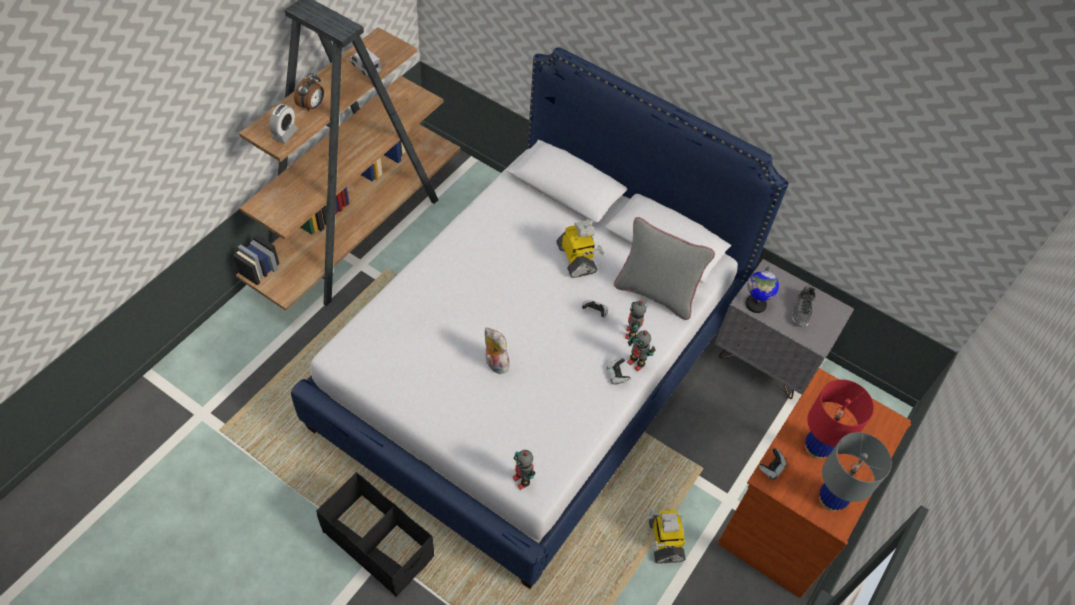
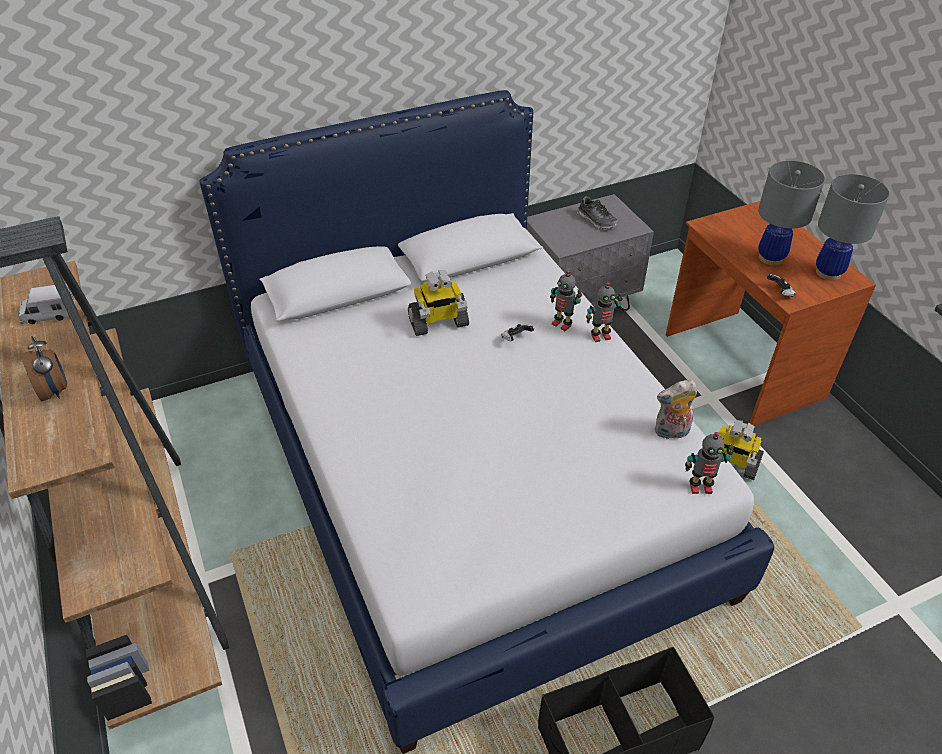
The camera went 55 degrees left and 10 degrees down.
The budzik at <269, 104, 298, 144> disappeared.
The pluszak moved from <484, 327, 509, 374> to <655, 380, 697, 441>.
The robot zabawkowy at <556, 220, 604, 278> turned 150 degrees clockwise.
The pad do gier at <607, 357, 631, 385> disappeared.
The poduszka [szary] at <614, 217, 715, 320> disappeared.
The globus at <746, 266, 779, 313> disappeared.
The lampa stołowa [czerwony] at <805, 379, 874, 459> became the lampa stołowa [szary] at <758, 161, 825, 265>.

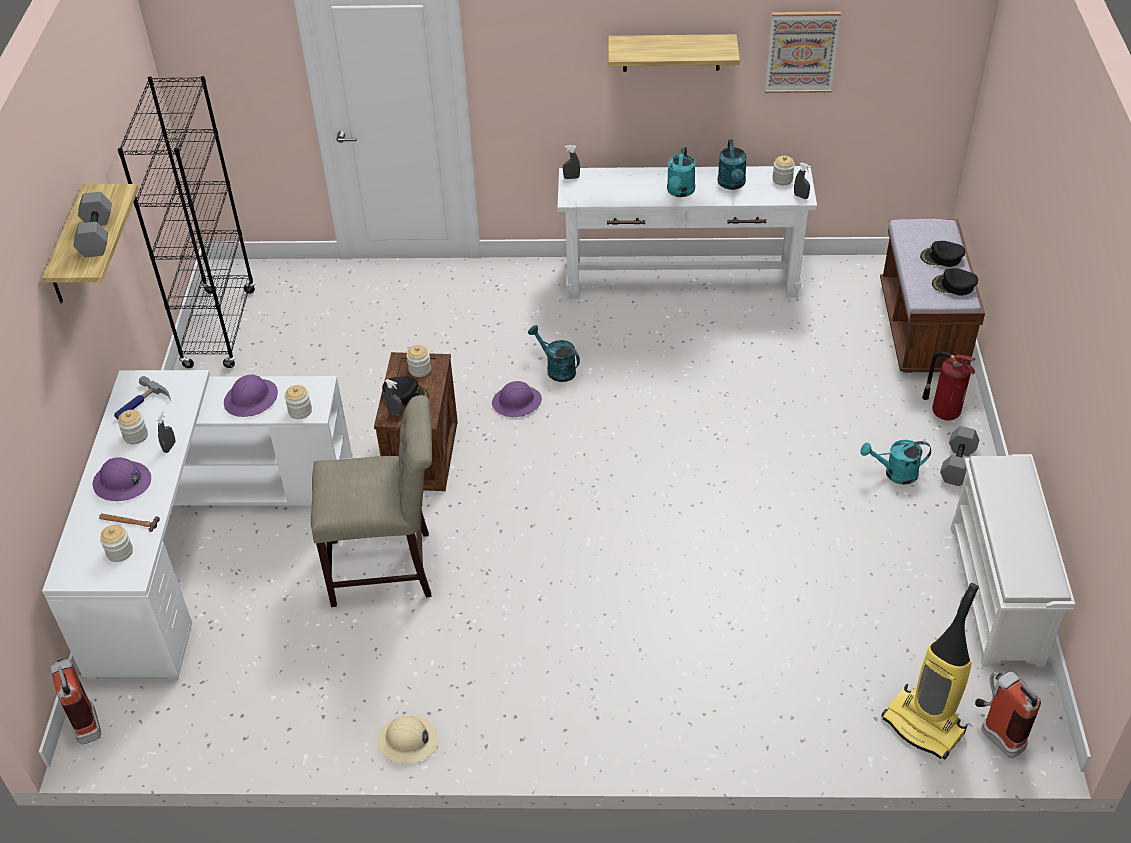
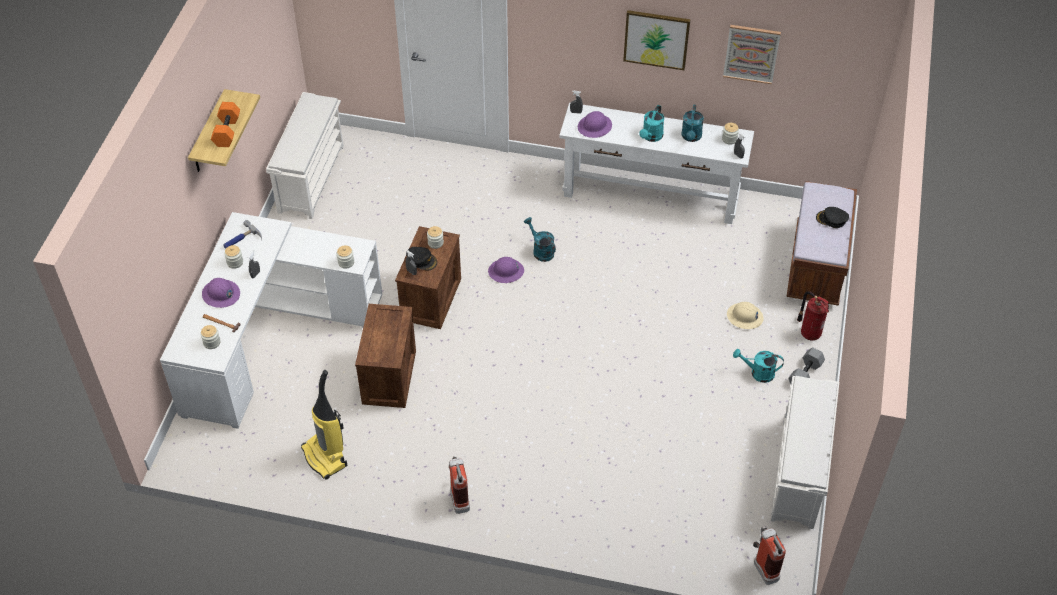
The camera went 10 degrees right and 5 degrees up.
The gaśnica moved from <50, 658, 101, 744> to <449, 456, 470, 514>.
The hantel [szary] at <73, 192, 112, 257> became the hantel [pomarańczowy] at <211, 102, 240, 147>.
The regał [czarny] at <118, 76, 255, 368> was replaced by the regał na buty [biały] at <266, 92, 344, 219>.
The kask [fioletowy] moved from <224, 374, 278, 417> to <578, 111, 612, 138>.
The krzesło [beżowy] at <311, 395, 432, 607> was replaced by the skrzynka at <355, 304, 416, 408>.
The kask [beżowy] moved from <377, 715, 439, 764> to <727, 302, 764, 329>.
The półka at <608, 34, 740, 72> was replaced by the obraz at <623, 10, 690, 70>.
The odkurzacz moved from <881, 583, 979, 760> to <301, 370, 347, 480>.
The czapka z daszkiem [czarny] at <932, 268, 978, 296> disappeared.

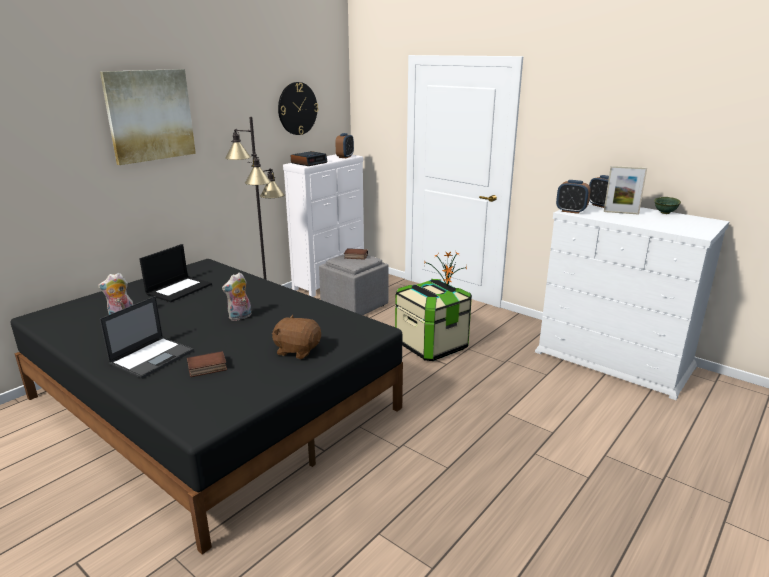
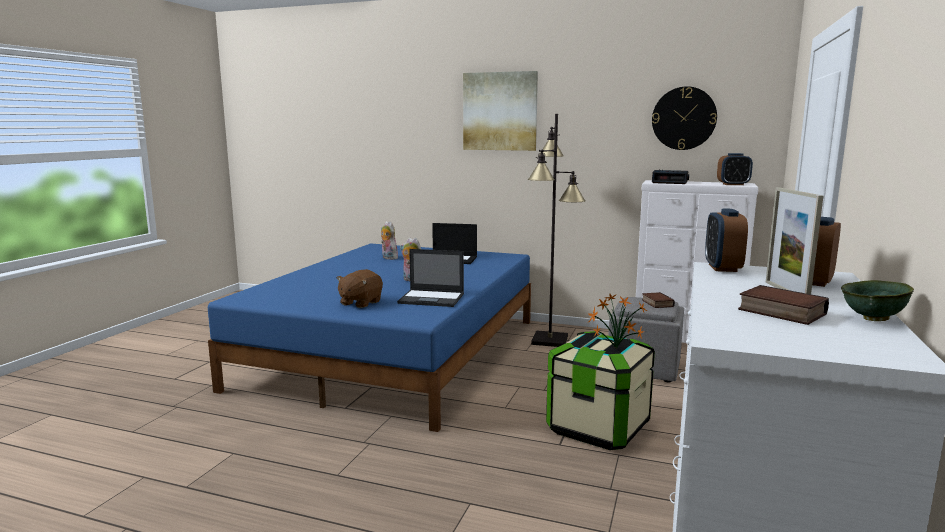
The camera went 70 degrees right and 10 degrees down.
The łóżko [czarny] at <10, 259, 403, 555> became the łóżko [niebieski] at <208, 243, 531, 432>.
The laptop moved from <100, 296, 194, 379> to <397, 249, 464, 307>.
The książka moved from <187, 351, 227, 377> to <738, 285, 829, 325>.
The pluszak [brązowy] at <272, 315, 321, 359> turned 150 degrees counterclockwise.

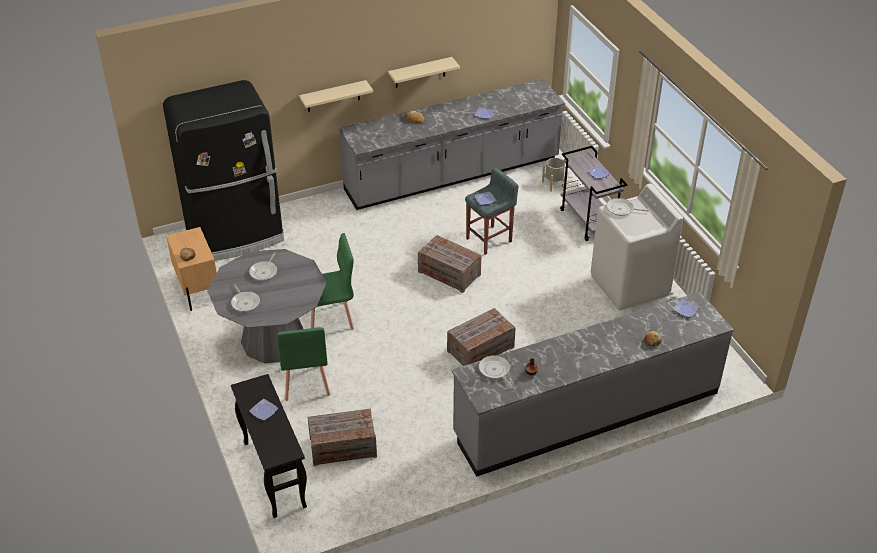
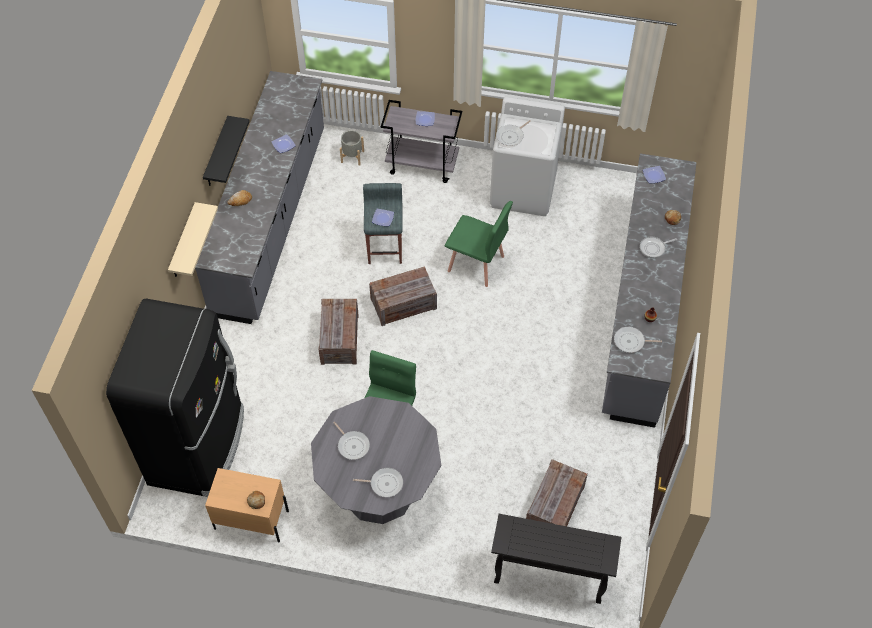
The camera went 55 degrees left and 15 degrees up.
The talerz at <249, 399, 278, 421> disappeared.
The krzesło [zielony] moved from <277, 327, 330, 401> to <444, 201, 513, 287>.
The półka [beżowy] at <388, 57, 460, 88> became the półka [czarny] at <203, 116, 250, 186>.
The skrzynka moved from <447, 308, 516, 366> to <319, 299, 358, 365>.
The patelnia at <640, 237, 677, 258> appeared.

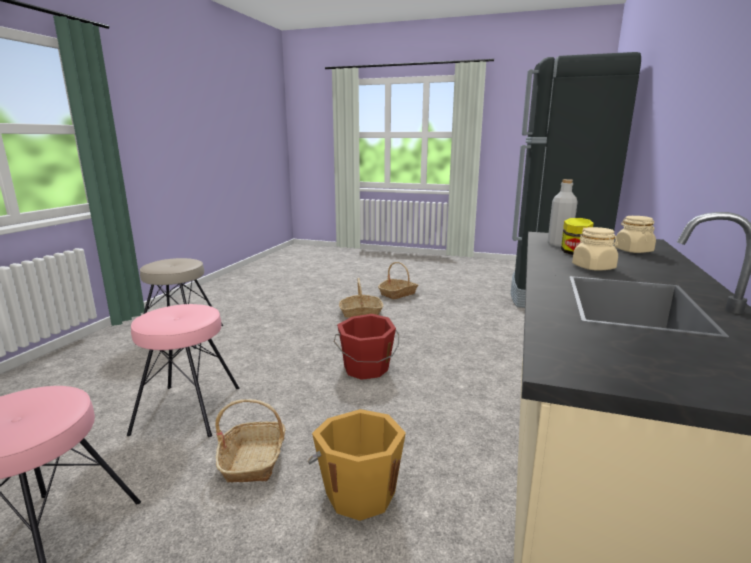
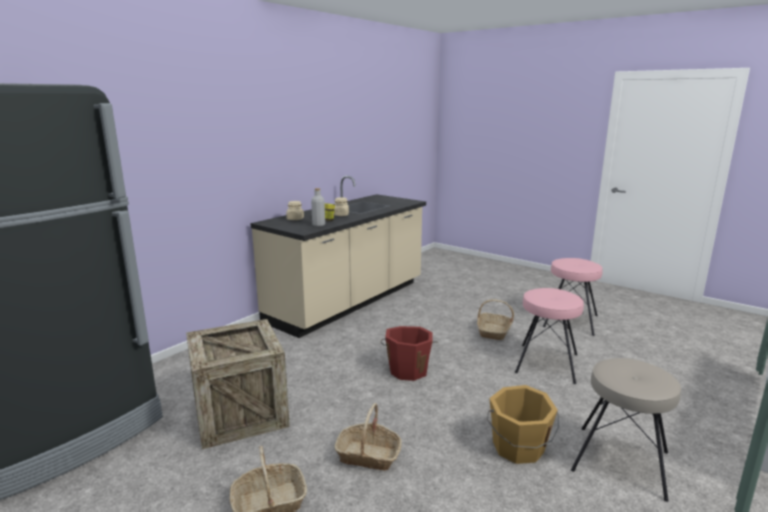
The camera went 160 degrees left and 0 degrees up.
The wiadro [pomarańczowy] moved from <308, 409, 406, 521> to <487, 385, 559, 464>.
The skrzynka at <186, 319, 290, 449> appeared.

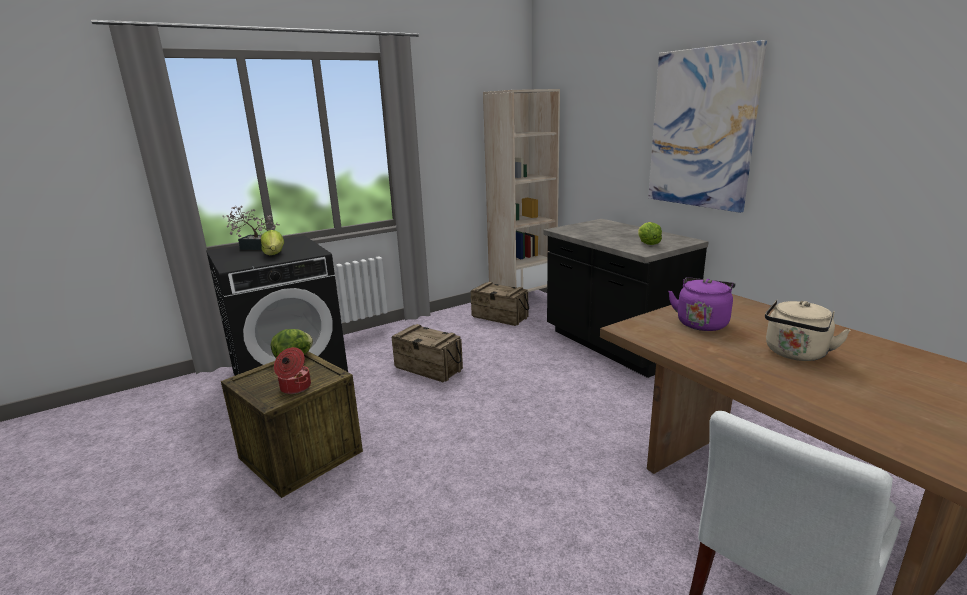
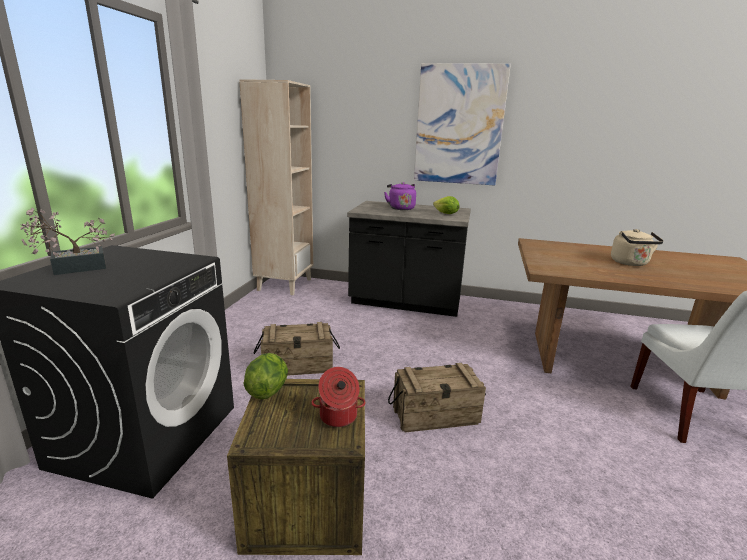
The camera went 45 degrees left and 0 degrees up.
The sałata at <261, 230, 284, 255> disappeared.
The skrzynka moved from <471, 282, 529, 326> to <388, 363, 486, 433>.
The czajnik [fioletowy] moved from <668, 277, 735, 331> to <384, 182, 416, 210>.

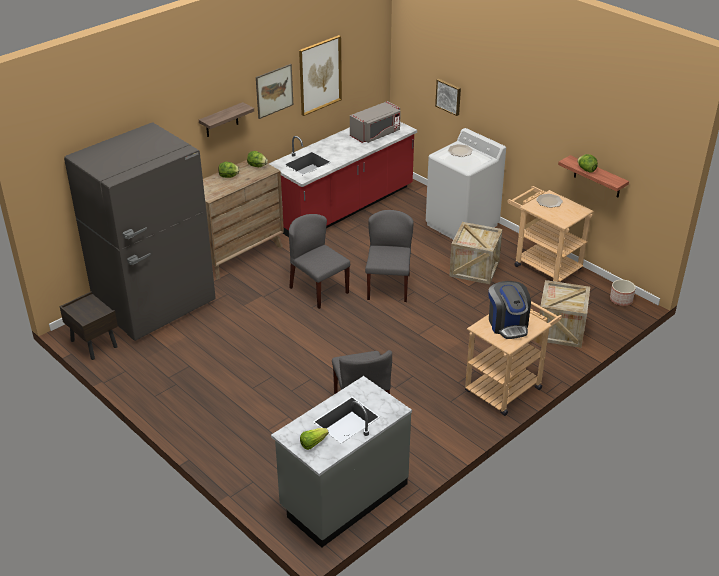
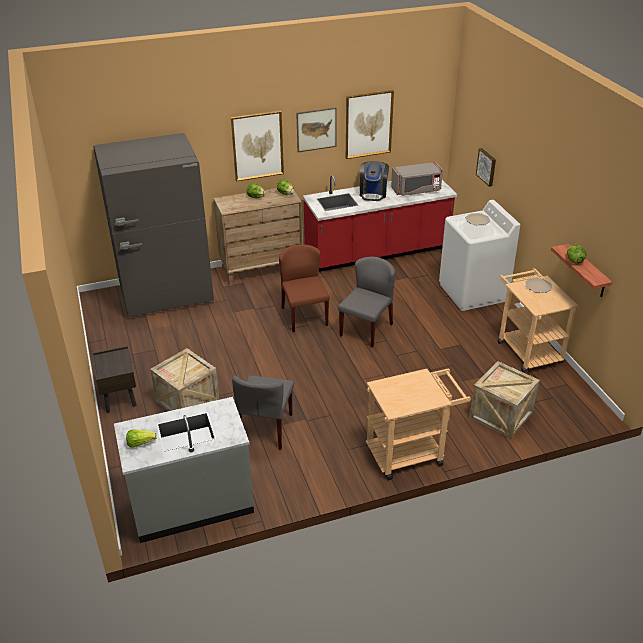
The camera went 25 degrees right and 0 degrees up.
The szafka nocna [brązowy] moved from <59, 292, 118, 360> to <92, 346, 137, 412>.
The półka at <199, 102, 254, 137> was replaced by the obraz at <231, 111, 284, 181>.
The krzesło [szary] at <289, 214, 350, 309> became the krzesło [brązowy] at <279, 244, 330, 332>.
The skrzynka moved from <449, 222, 503, 284> to <150, 348, 219, 411>.
The ekspres do kawy moved from <488, 281, 531, 339> to <360, 161, 389, 201>.
The donica at <610, 279, 636, 306> disappeared.

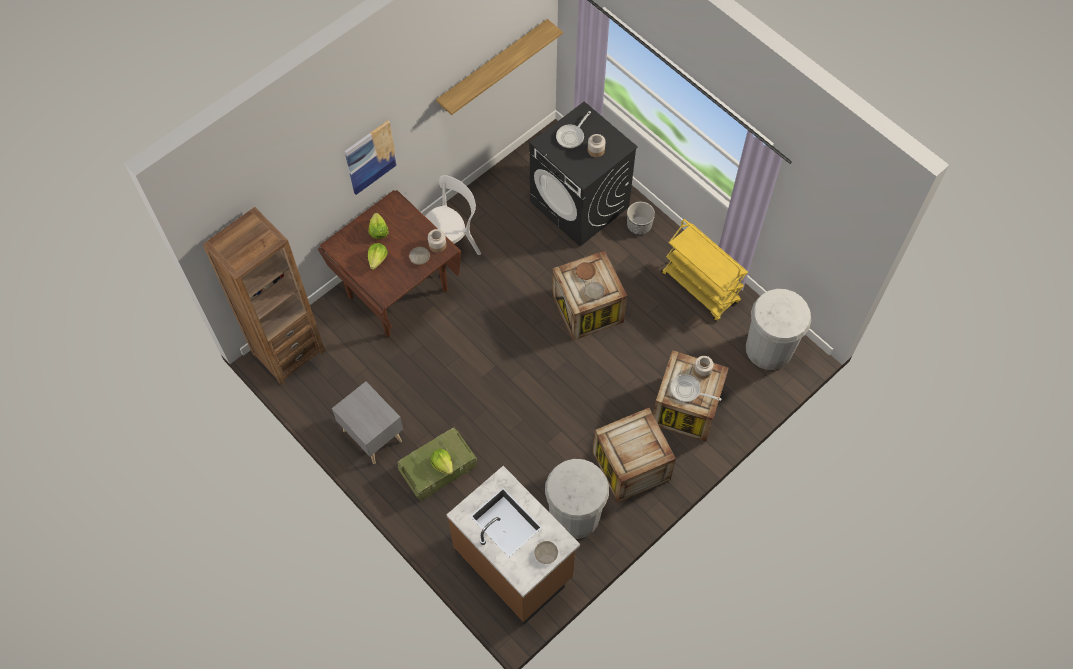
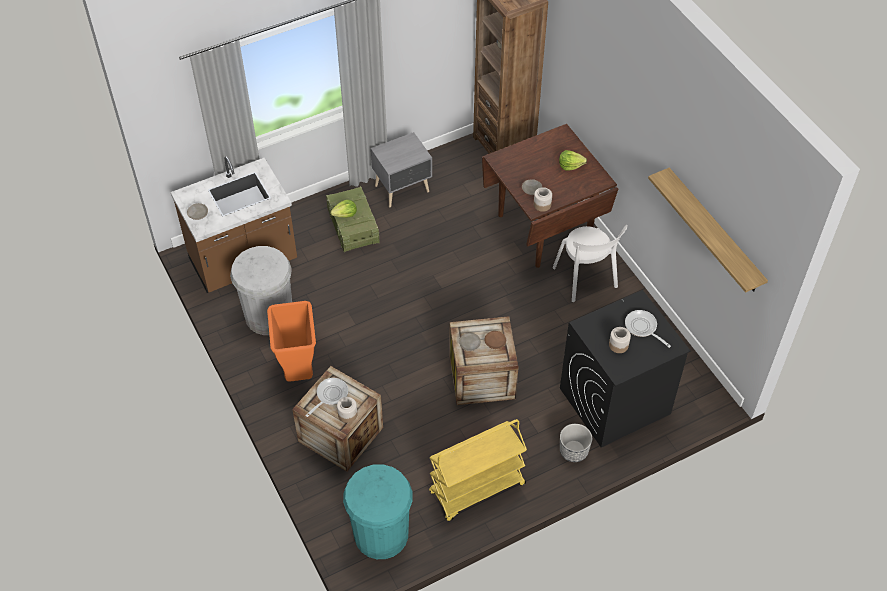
The camera went 105 degrees right and 10 degrees down.
The obraz at <345, 120, 397, 195> disappeared.
The sałata at <368, 243, 388, 270> disappeared.
The skrzynka at <593, 408, 676, 502> was replaced by the kosz na śmieci [pomarańczowy] at <267, 301, 316, 382>.
The kosz na śmieci [biały] at <746, 289, 811, 370> became the kosz na śmieci [turkusowy] at <343, 464, 413, 559>.

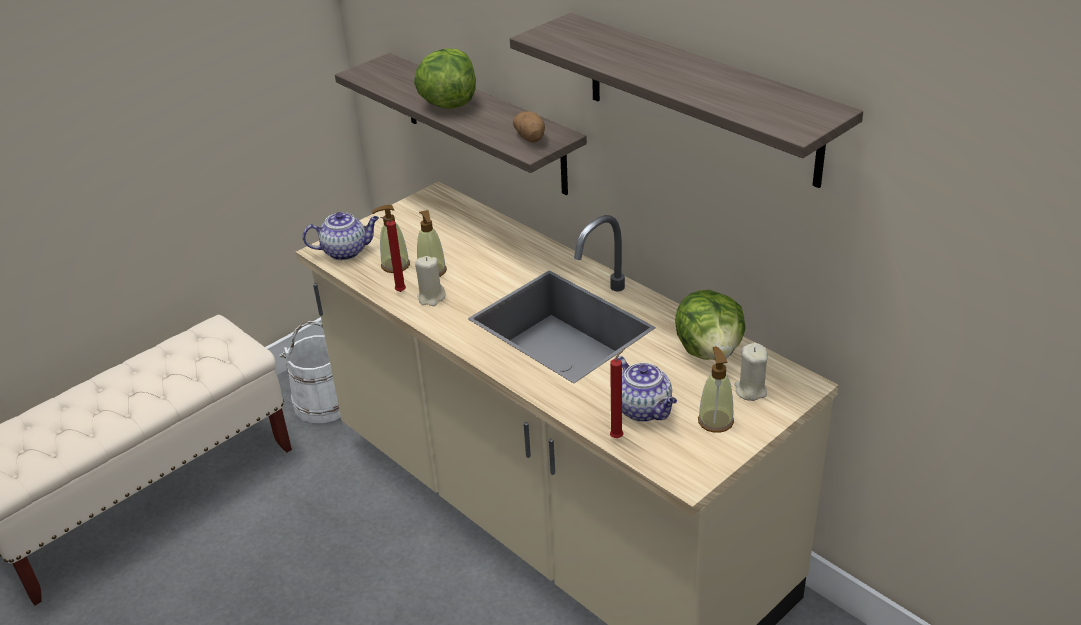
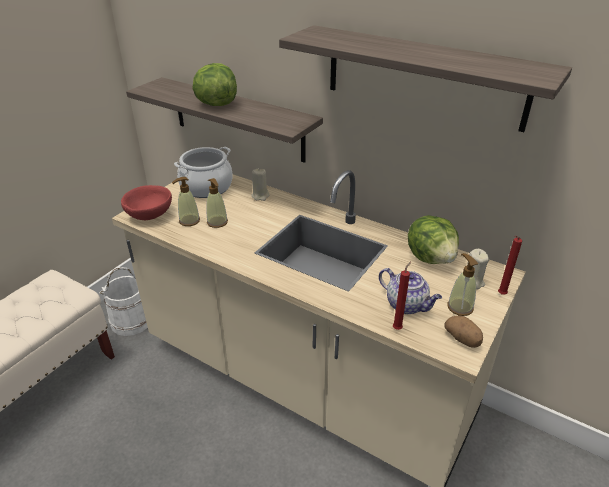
The camera went 15 degrees left and 0 degrees up.
The imbryk at <303, 212, 379, 260> was replaced by the miska [czerwony] at <121, 185, 172, 221>.
The świeca [czerwony] moved from <380, 217, 406, 292> to <498, 236, 522, 295>.
The świeca [beżowy] moved from <415, 256, 446, 306> to <251, 169, 269, 201>.
The ziemniak moved from <513, 112, 545, 143> to <444, 315, 483, 348>.
The garnek at <174, 147, 233, 198> appeared.

